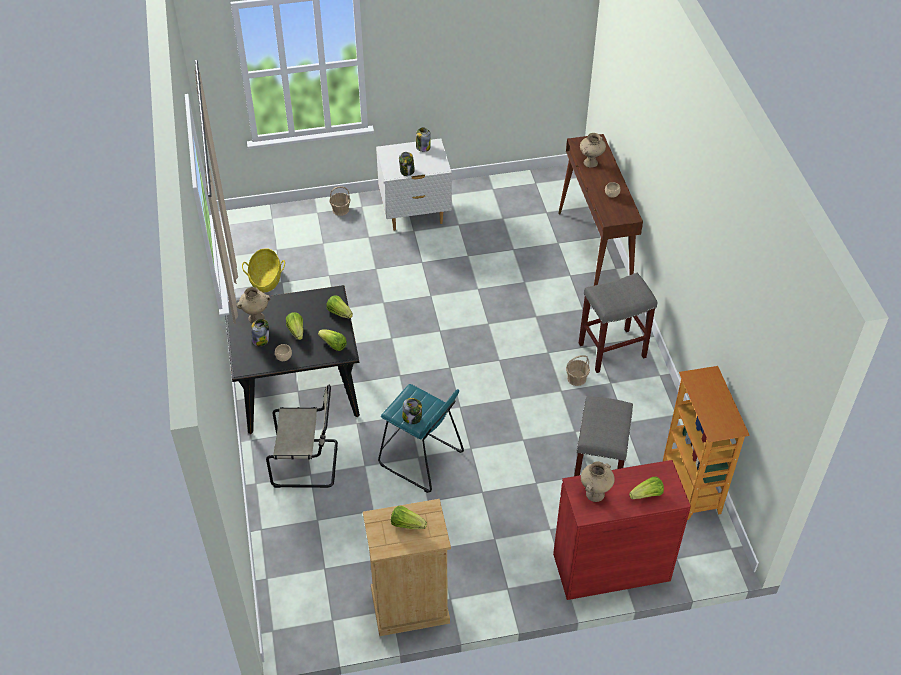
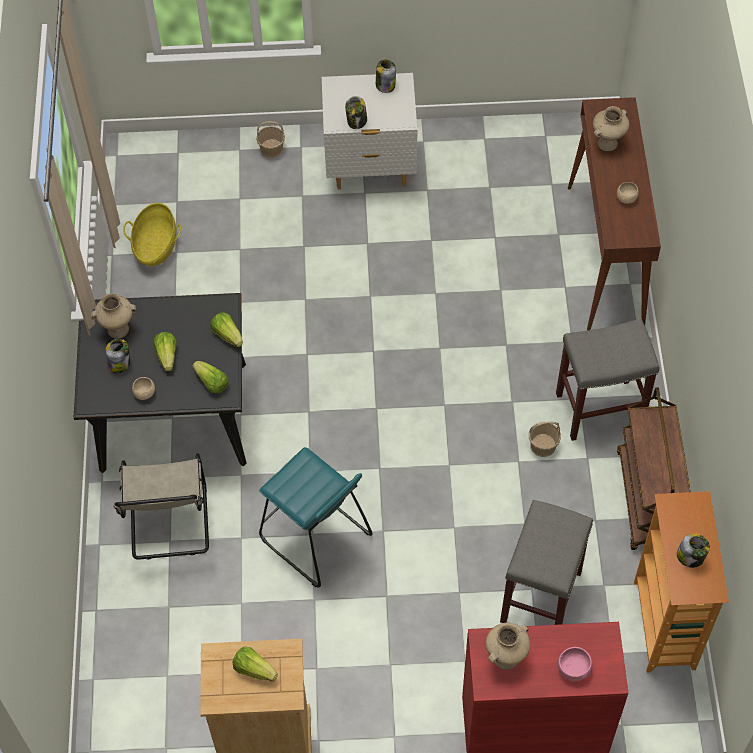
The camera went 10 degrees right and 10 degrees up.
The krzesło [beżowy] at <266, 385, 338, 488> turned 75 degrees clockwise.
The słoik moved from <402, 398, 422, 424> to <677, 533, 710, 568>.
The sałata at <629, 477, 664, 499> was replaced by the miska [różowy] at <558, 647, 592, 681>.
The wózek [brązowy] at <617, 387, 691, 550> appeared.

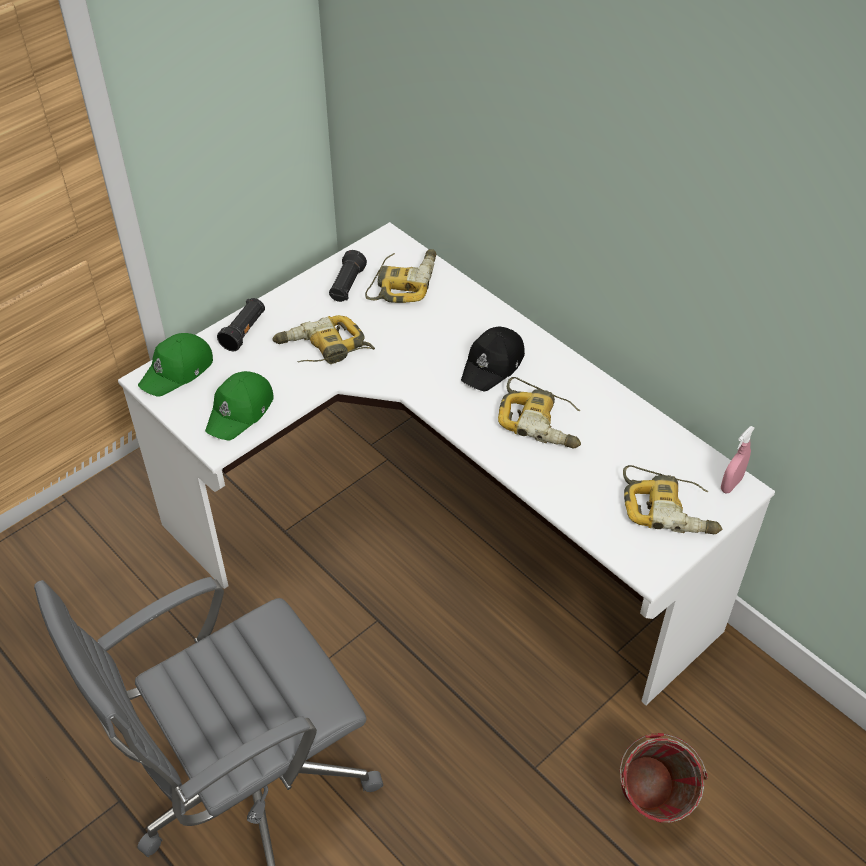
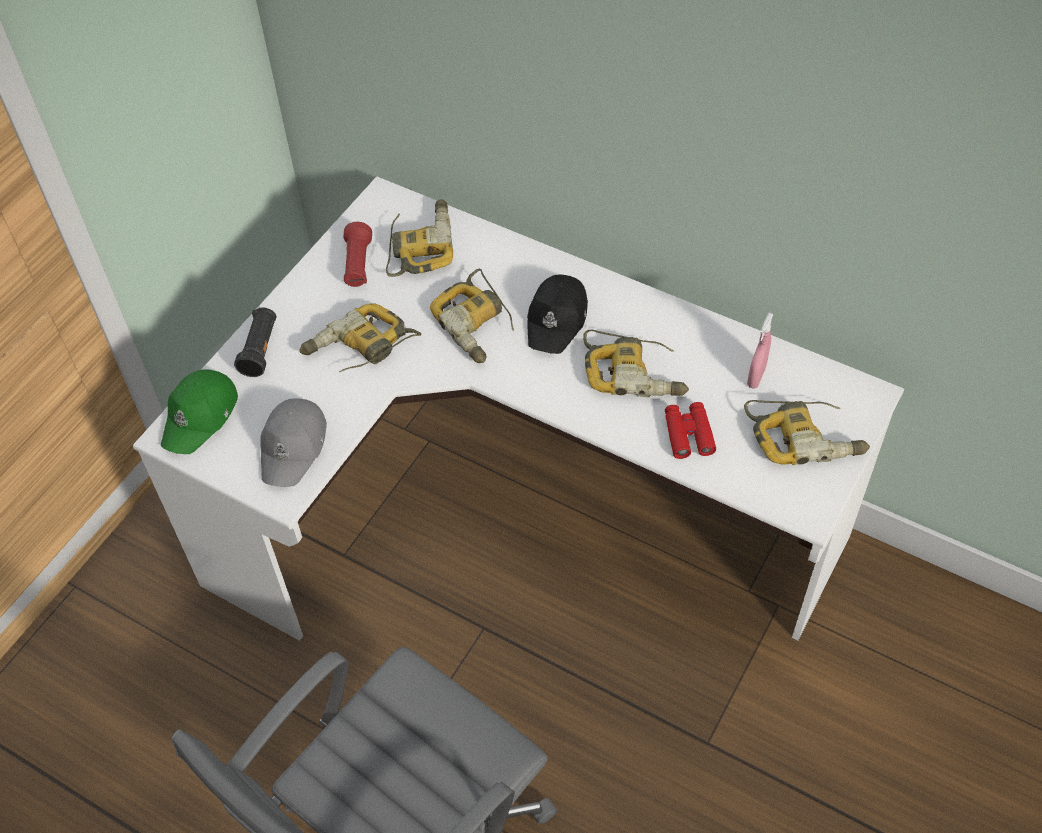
The camera went 15 degrees left and 5 degrees up.
The czapka z daszkiem [zielony] at <205, 371, 274, 440> became the czapka z daszkiem [szary] at <260, 398, 327, 487>.
The latarka [czarny] at <329, 250, 367, 302> became the latarka [czerwony] at <343, 222, 372, 287>.
The wiadro [czerwony] at <620, 733, 708, 823> disappeared.
The spryskiwacz [różowy] moved from <721, 426, 755, 494> to <747, 313, 773, 388>.
The wiertarka at <430, 269, 514, 363> appeared.
The lornetka [czerwony] at <665, 402, 716, 459> appeared.

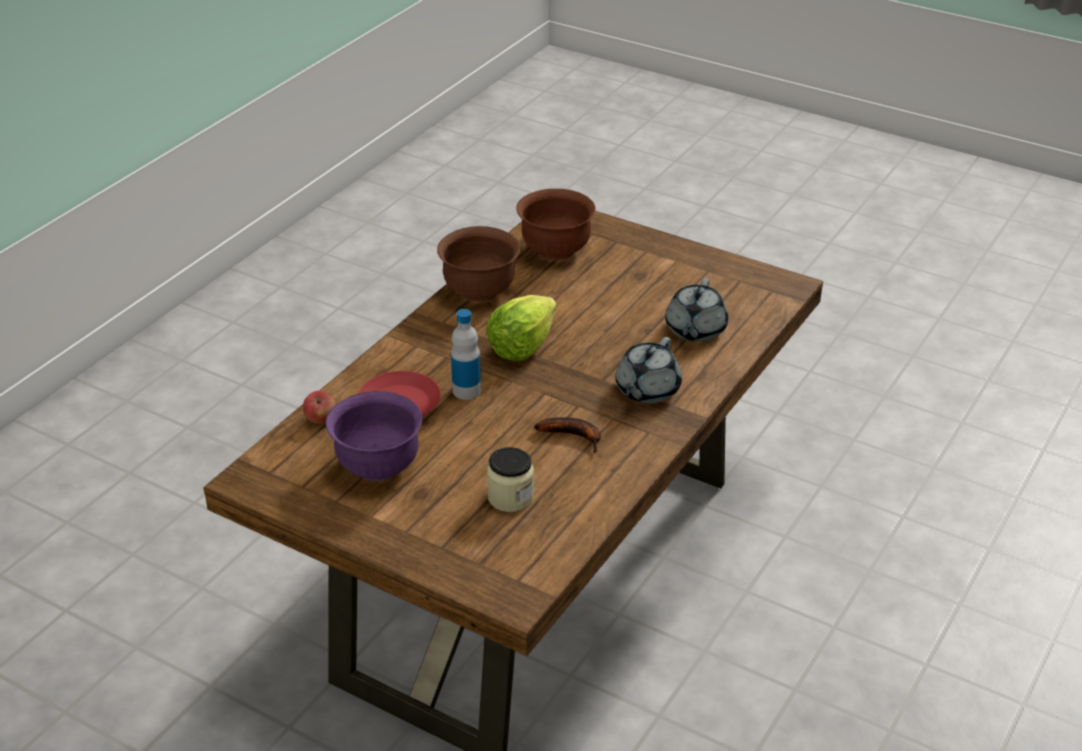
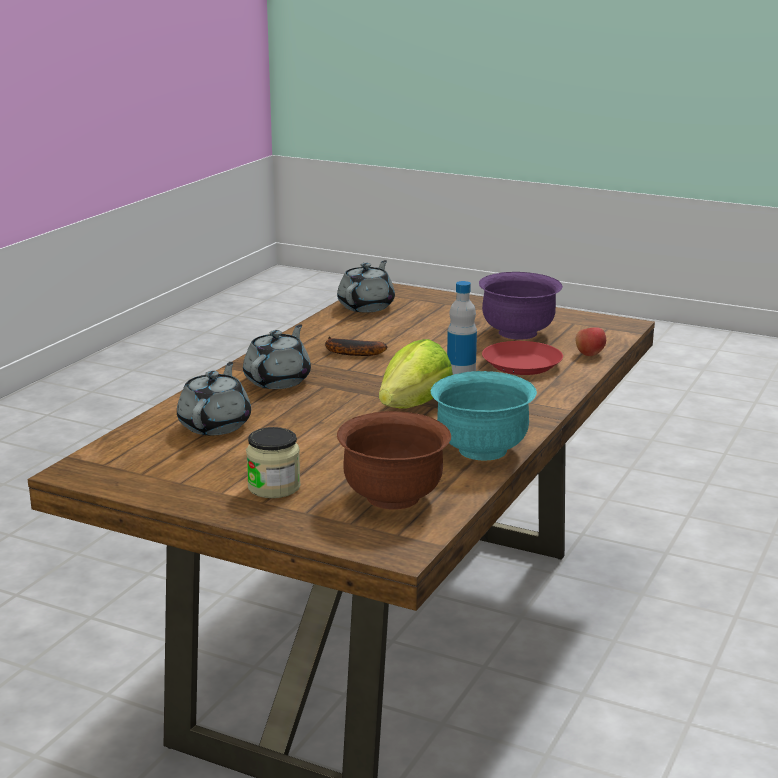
The camera went 175 degrees right and 15 degrees down.
The miska [brązowy] at <437, 226, 521, 301> became the miska [turkusowy] at <431, 371, 537, 461>.
The słoik moved from <487, 447, 534, 512> to <246, 427, 301, 498>.
The imbryk [szary] at <337, 260, 395, 312> appeared.

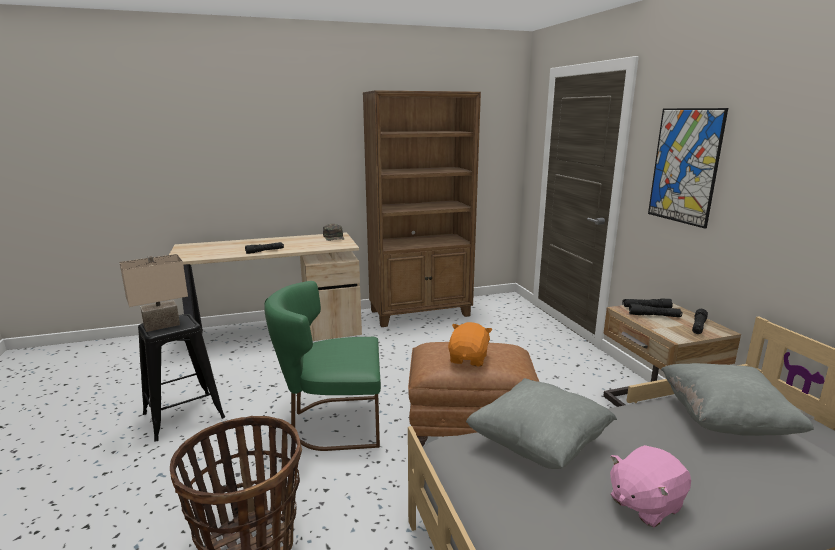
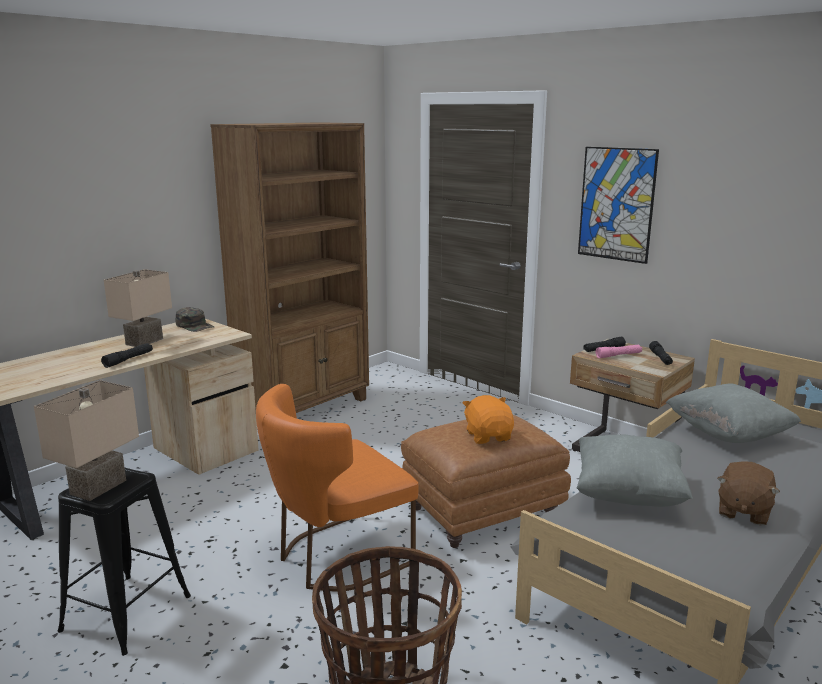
The camera went 30 degrees left and 0 degrees up.
The krzesło [zielony] at <265, 281, 381, 451> became the krzesło [pomarańczowy] at <256, 384, 419, 592>.
The pluszak [różowy] at <610, 445, 691, 527> became the pluszak [brązowy] at <717, 461, 780, 526>.
The latarka [czarny] at <629, 304, 682, 317> became the latarka [różowy] at <595, 345, 642, 358>.
The lampa stołowa [beżowy] at <104, 269, 172, 347> appeared.

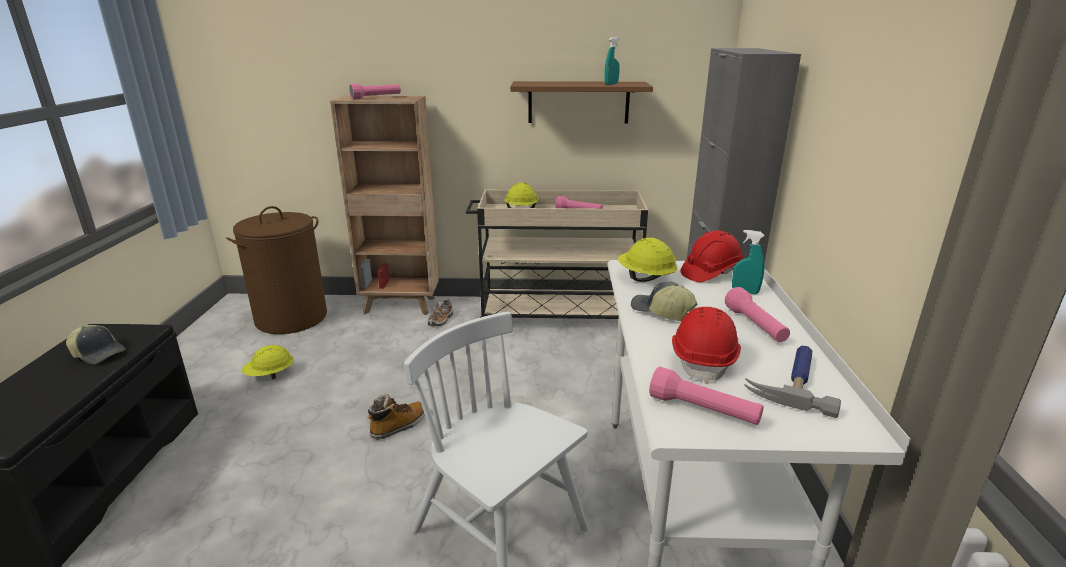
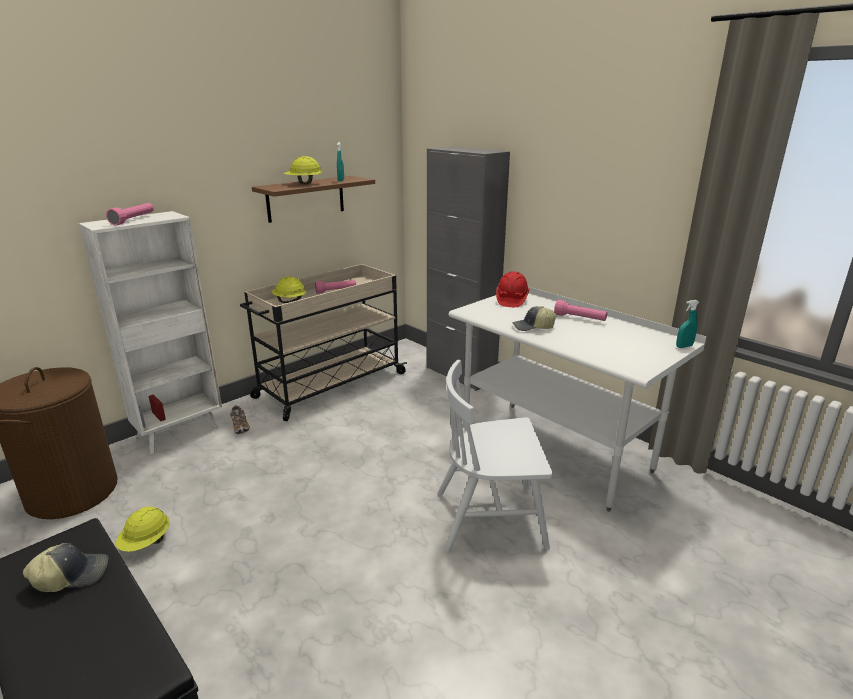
The camera went 45 degrees left and 0 degrees up.
The regał [brązowy] at <330, 96, 439, 315> became the regał [biały] at <79, 211, 222, 454>.
The but z cholewką at <367, 394, 425, 440> disappeared.
The kask [żółty] moved from <618, 238, 677, 282> to <284, 156, 323, 184>.
The latarka [różowy] at <649, 366, 764, 425> disappeared.
The kask [czerwony] at <672, 307, 741, 384> disappeared.
The spryskiwacz [turkusowy] moved from <732, 230, 765, 294> to <676, 300, 699, 348>.
The młotek at <744, 346, 841, 418> disappeared.

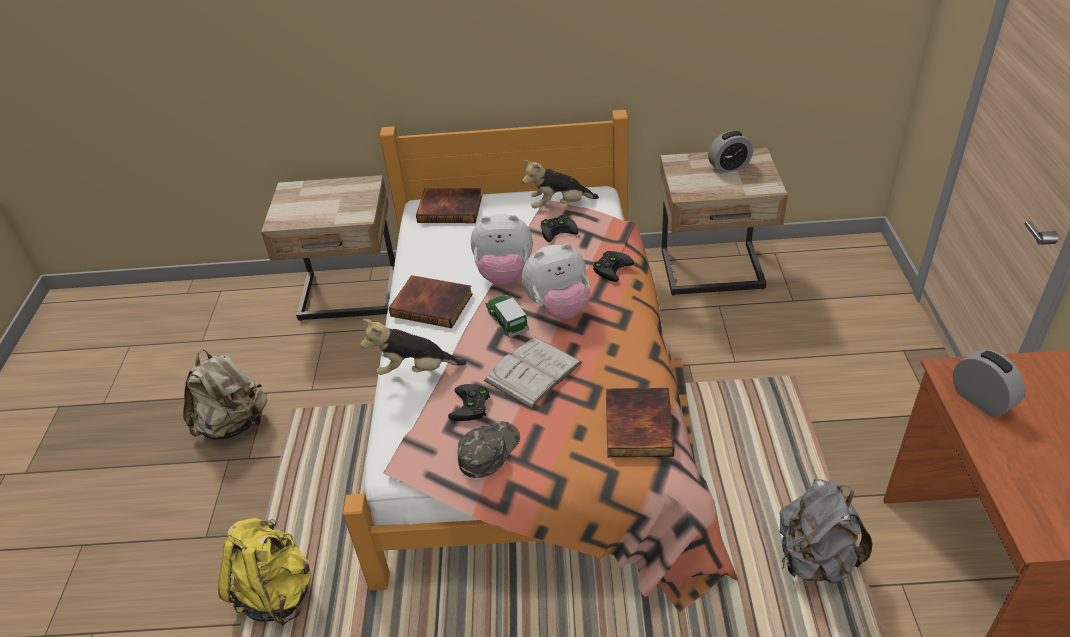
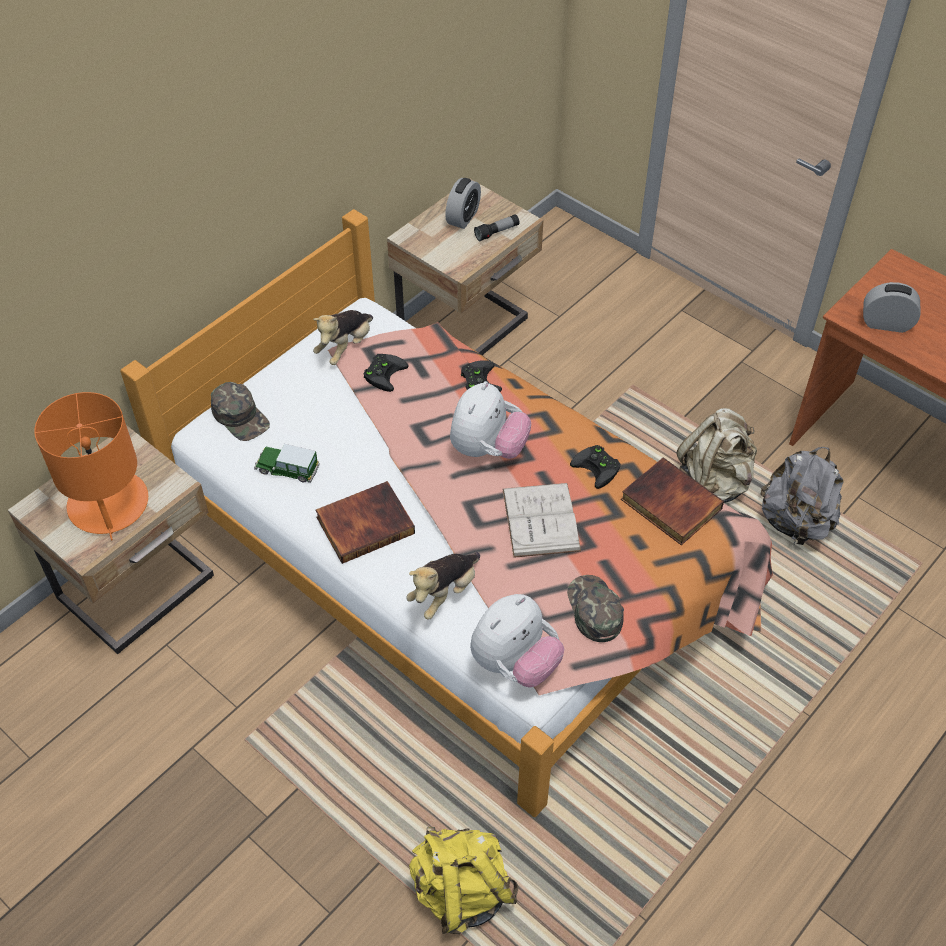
The camera went 50 degrees left and 10 degrees up.
The plecak [beżowy] moved from <183, 349, 267, 439> to <677, 408, 757, 503>.
The książka at <416, 188, 482, 223> was replaced by the czapka z daszkiem [zielony] at <211, 382, 270, 441>.
The pad do gier [czarny] moved from <448, 384, 490, 421> to <570, 445, 621, 489>.
The pluszak moved from <471, 214, 533, 285> to <470, 594, 564, 688>.
The samochodzik moved from <485, 295, 529, 338> to <254, 444, 320, 483>.
The lampa stołowa [pomarańczowy] at <34, 392, 148, 540> appeared.
The latarka at <474, 214, 520, 241> appeared.

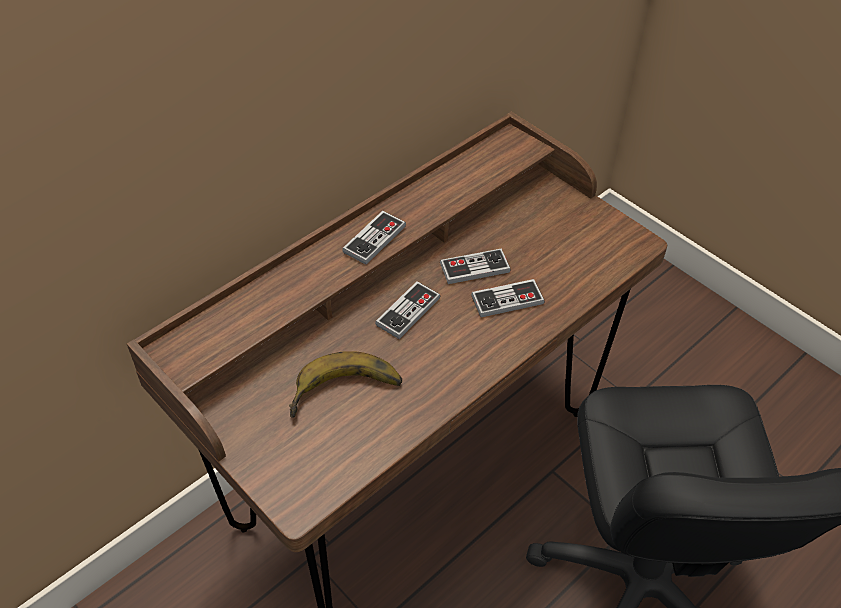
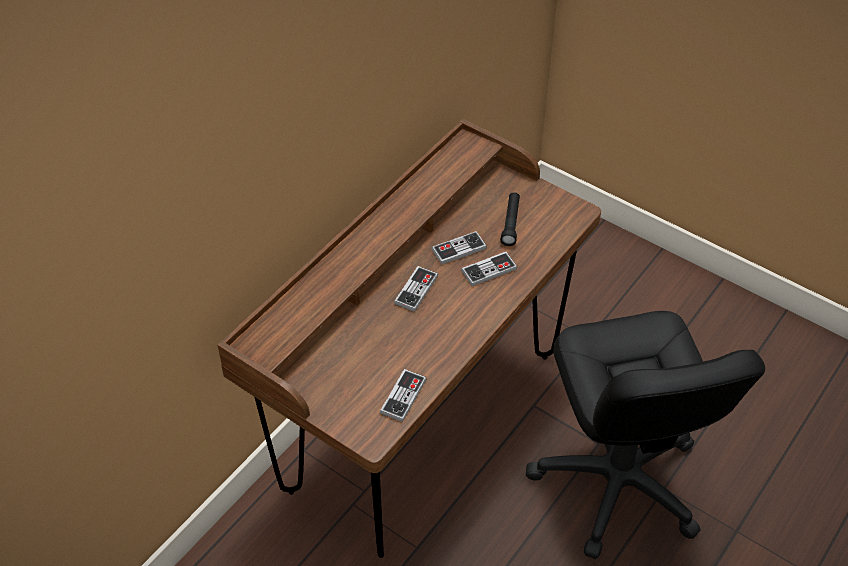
The camera went 10 degrees left and 0 degrees up.
The banan at <289, 351, 402, 418> disappeared.
The pad do gier moved from <342, 211, 406, 265> to <380, 369, 427, 422>.
The latarka [czarny] at <501, 192, 520, 246> appeared.

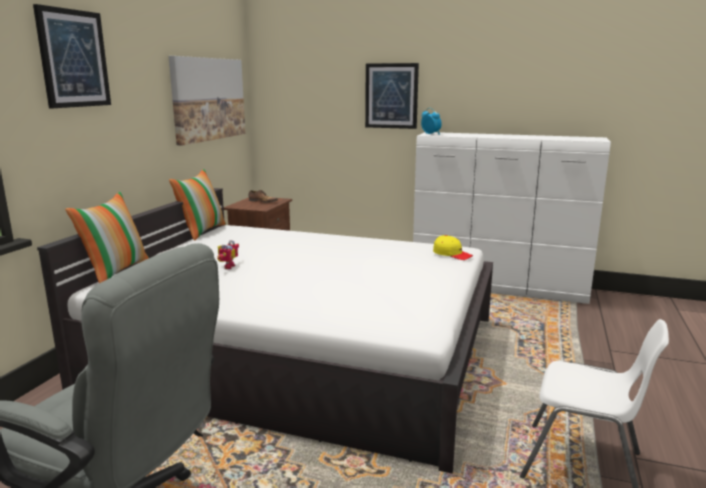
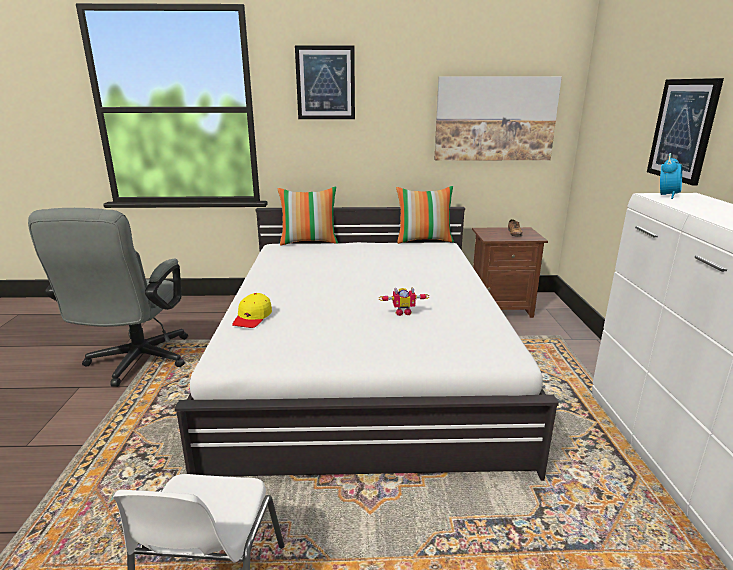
The camera went 70 degrees right and 5 degrees up.
The robot zabawkowy moved from <217, 240, 239, 269> to <379, 287, 429, 316>.
The czapka z daszkiem [żółty] moved from <433, 235, 473, 260> to <232, 293, 272, 328>.

